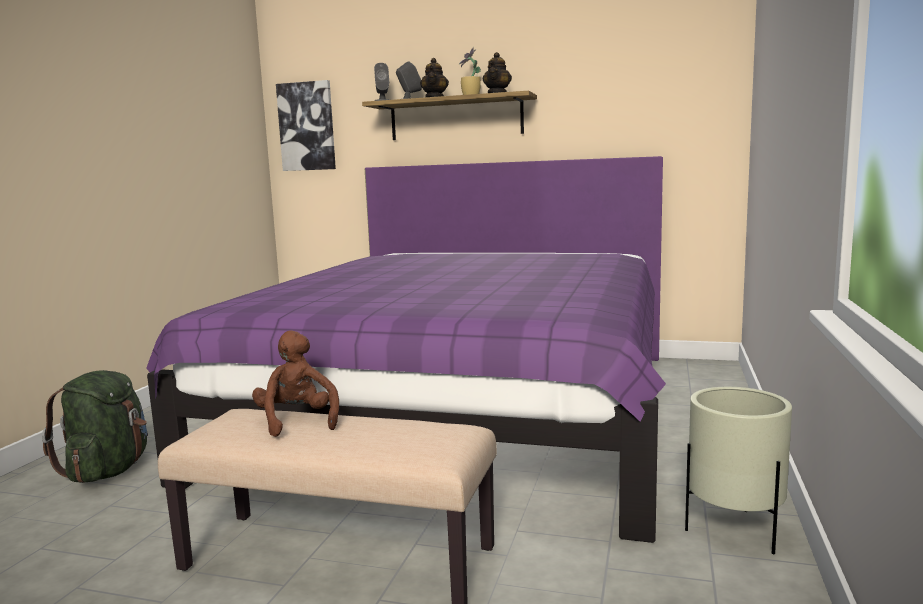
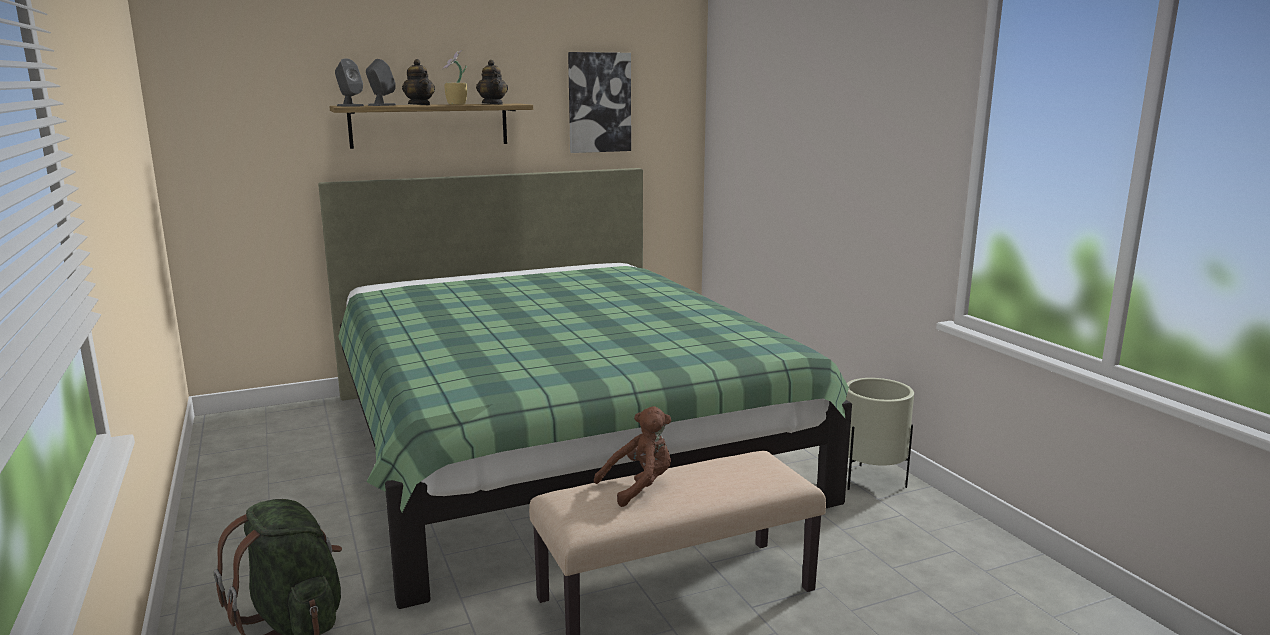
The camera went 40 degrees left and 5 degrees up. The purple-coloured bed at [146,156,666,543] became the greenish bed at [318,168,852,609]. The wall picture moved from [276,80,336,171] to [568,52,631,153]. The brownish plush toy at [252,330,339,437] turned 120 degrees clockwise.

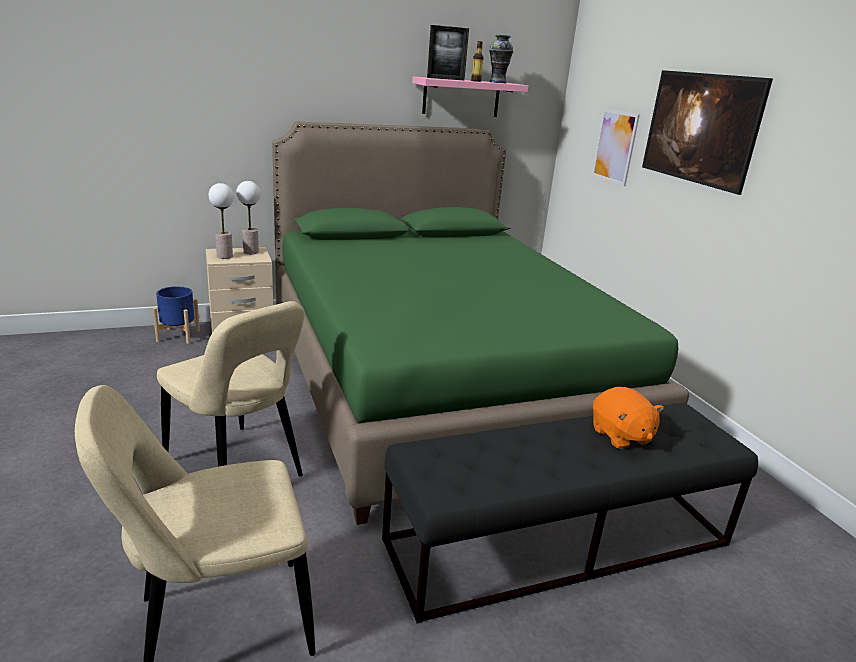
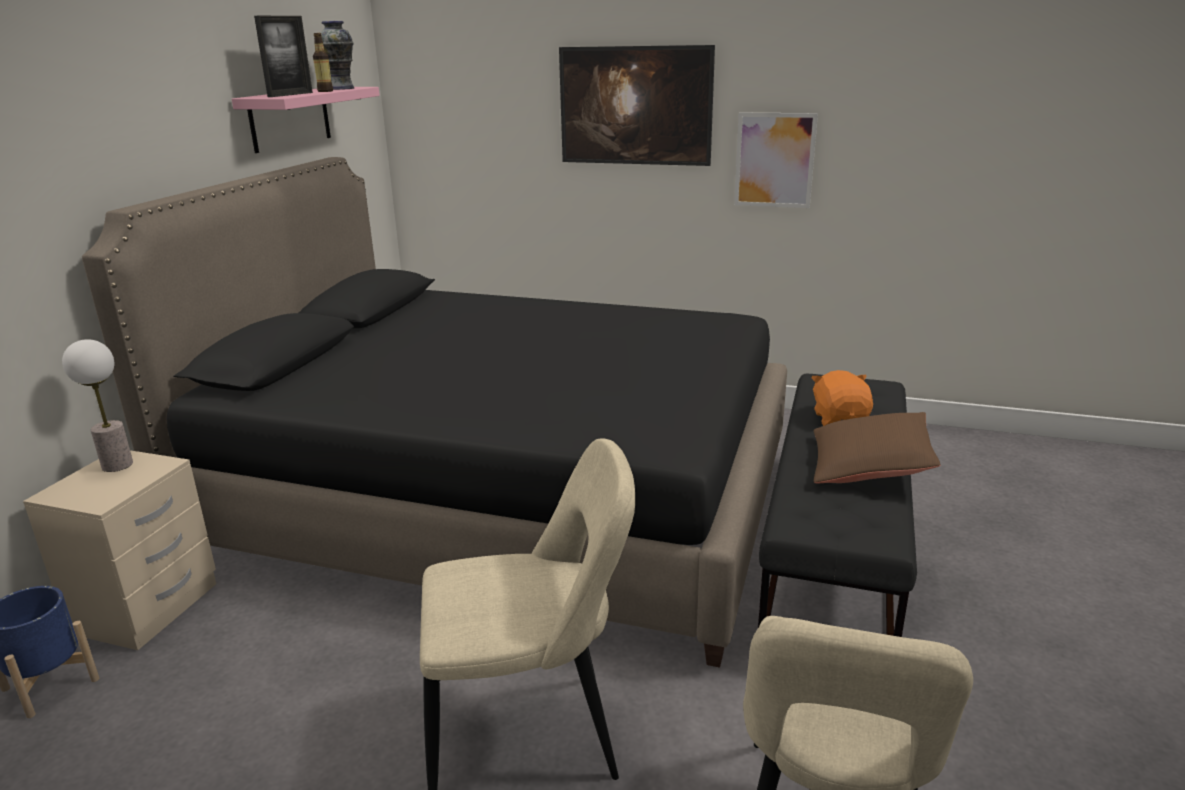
The camera went 50 degrees left and 0 degrees up. The greenish bed at [272,122,689,525] became the black bed at [82,157,787,667]. The wall picture moved from [592,108,640,186] to [734,113,818,208]. The orange plush toy at [593,387,664,449] turned 105 degrees counterclockwise. The brownish pillow at [813,412,941,483] appeared. The tabletop lamp at [209,183,234,259] disappeared.

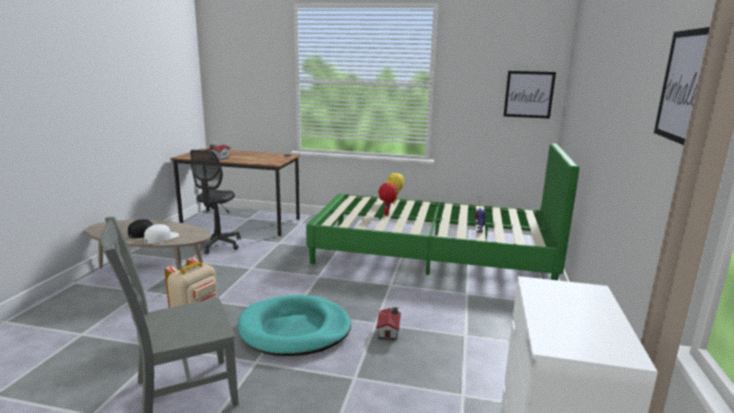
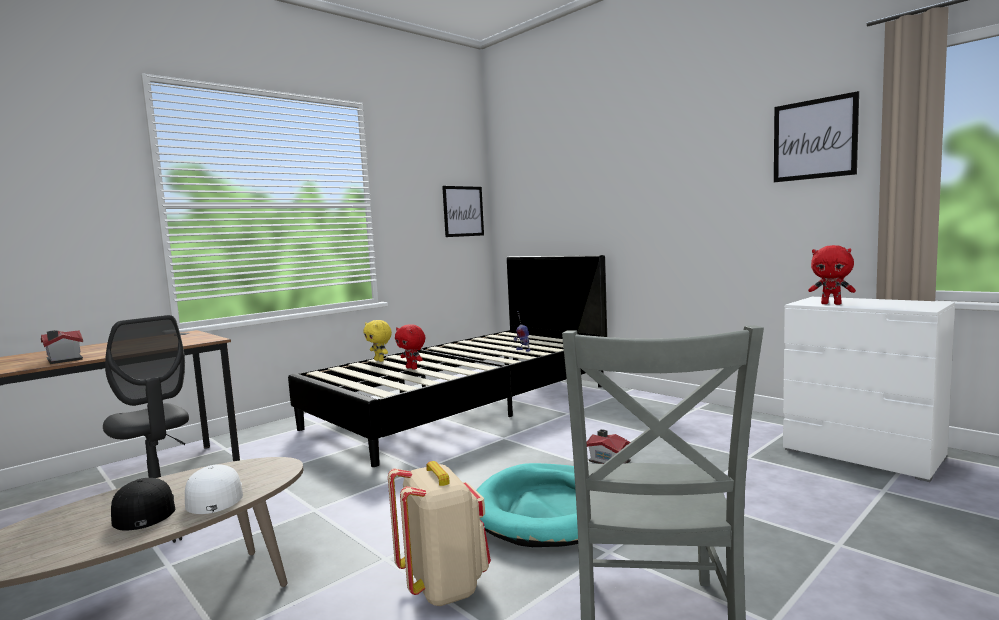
The camera went 55 degrees left and 10 degrees down. The greenish bed at [306,143,579,280] became the black bed at [288,255,607,467]. The red plush toy at [808,245,856,305] appeared.

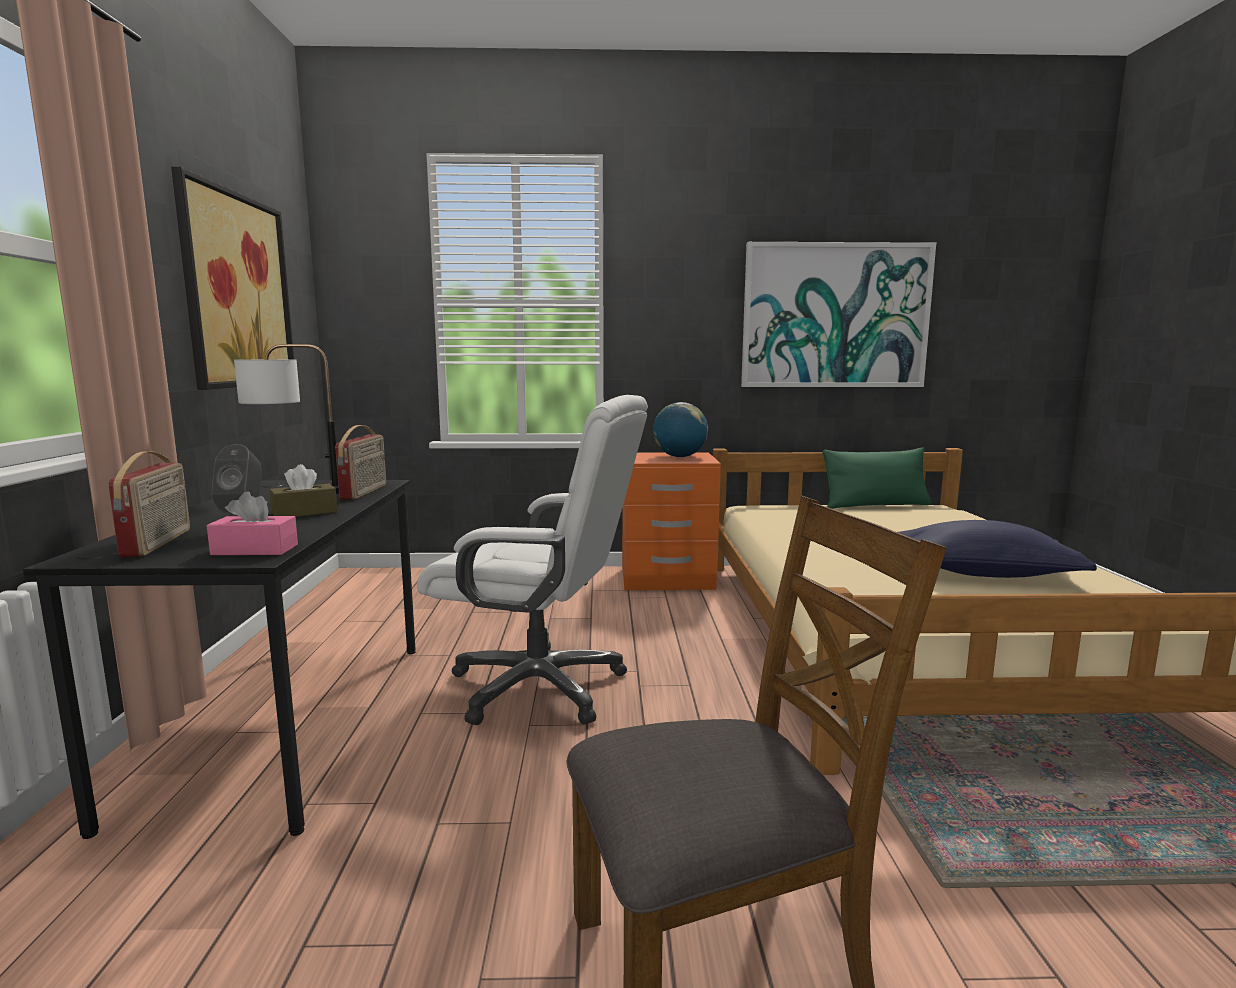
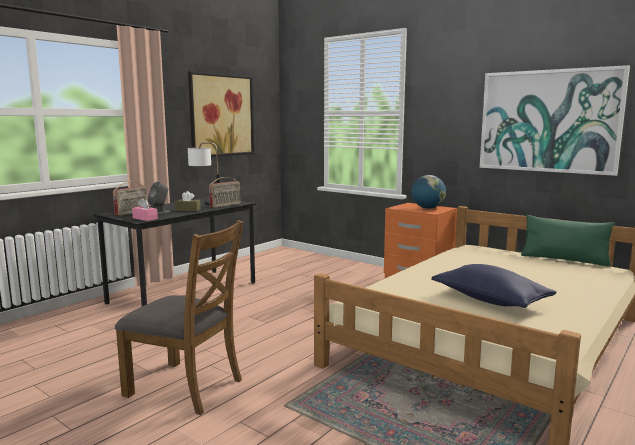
The camera went 40 degrees right and 0 degrees up. The white-coloured office chair at [417,395,648,725] disappeared.

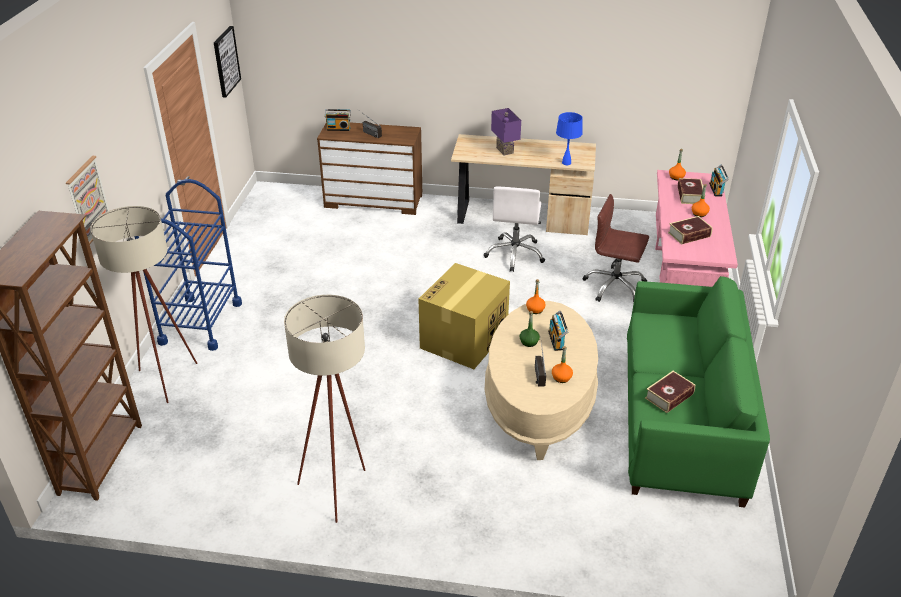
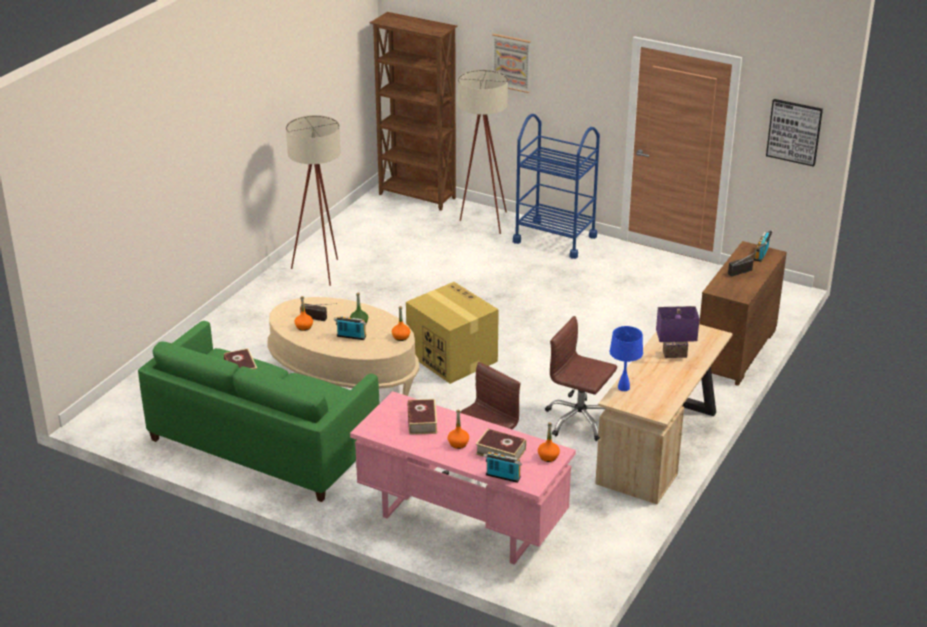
The camera went 110 degrees right and 5 degrees down. The white-coloured office chair at [484,187,545,272] became the brownish office chair at [545,316,617,441].

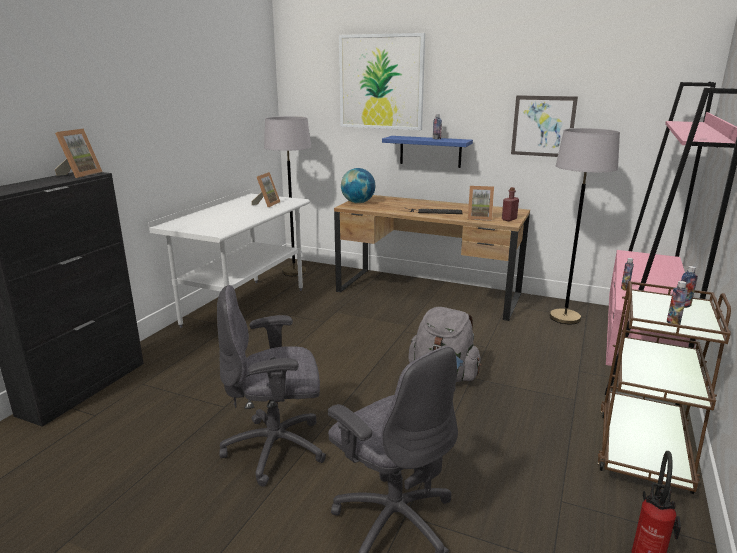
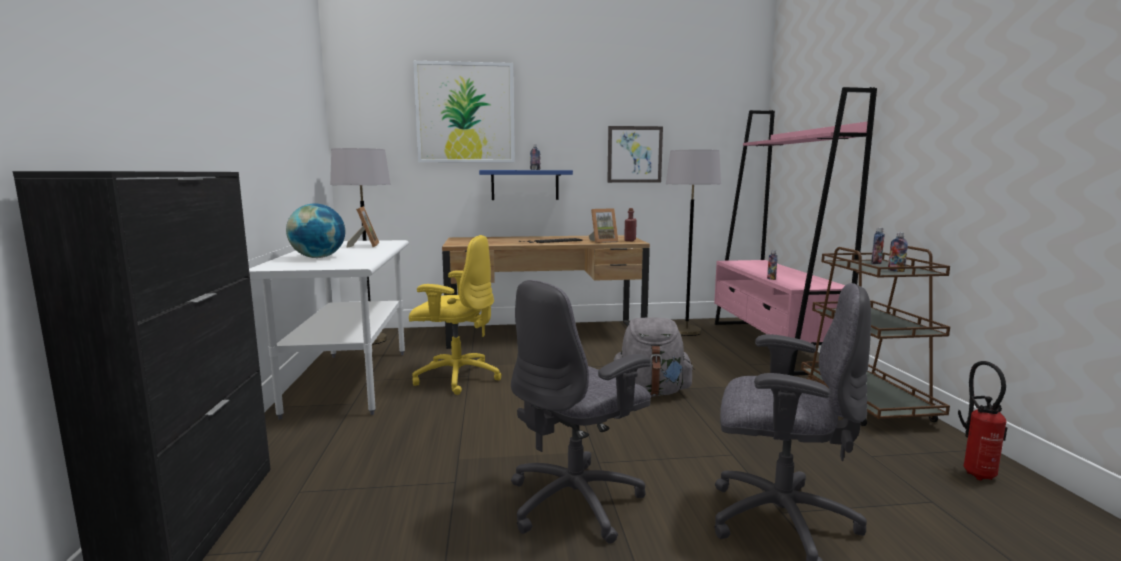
The camera went 30 degrees left and 10 degrees down. The world globe moved from [341,168,375,203] to [286,204,345,258]. The yellow-coloured office chair at [409,235,502,395] appeared. The standing frame at [55,129,103,178] disappeared.

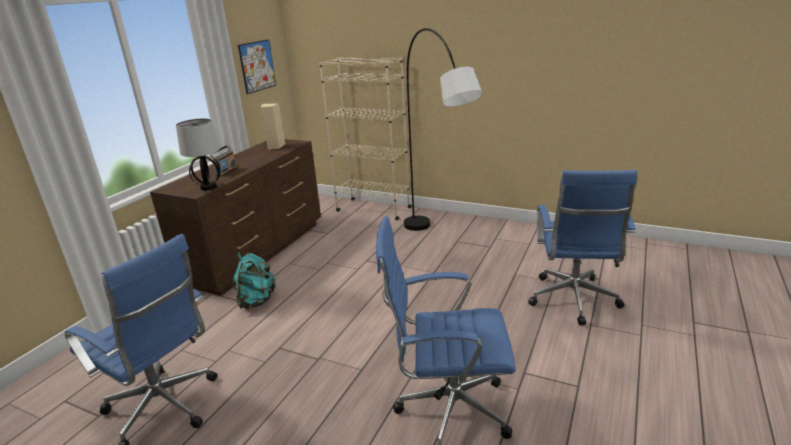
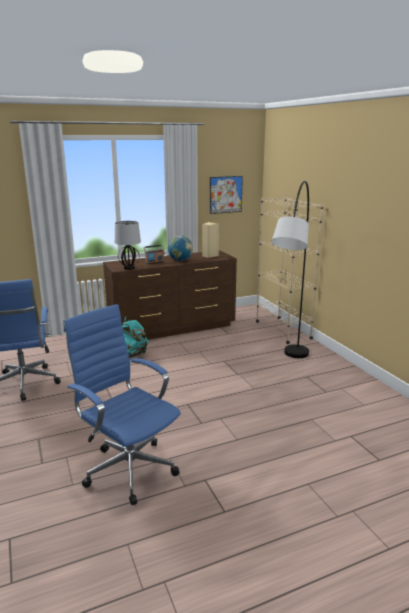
The camera went 40 degrees right and 5 degrees down. The world globe at [168,236,193,261] appeared. The blue office chair at [528,170,637,326] disappeared.

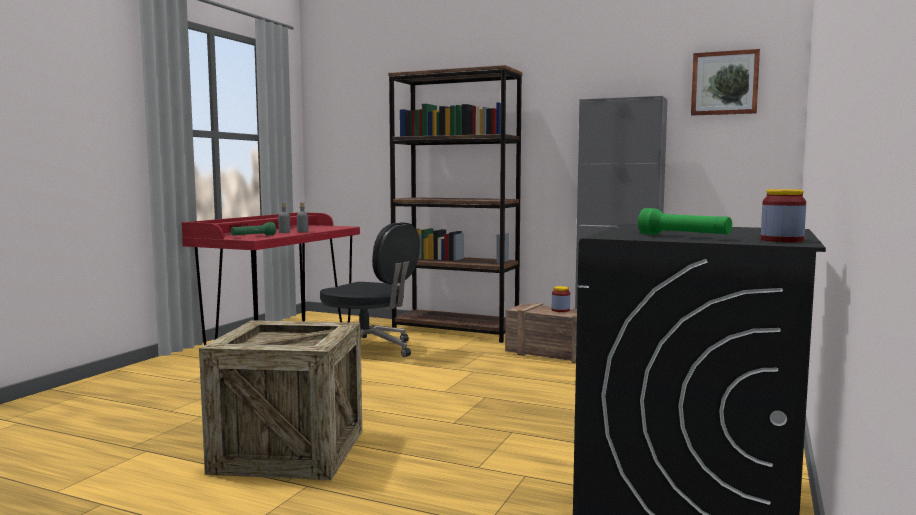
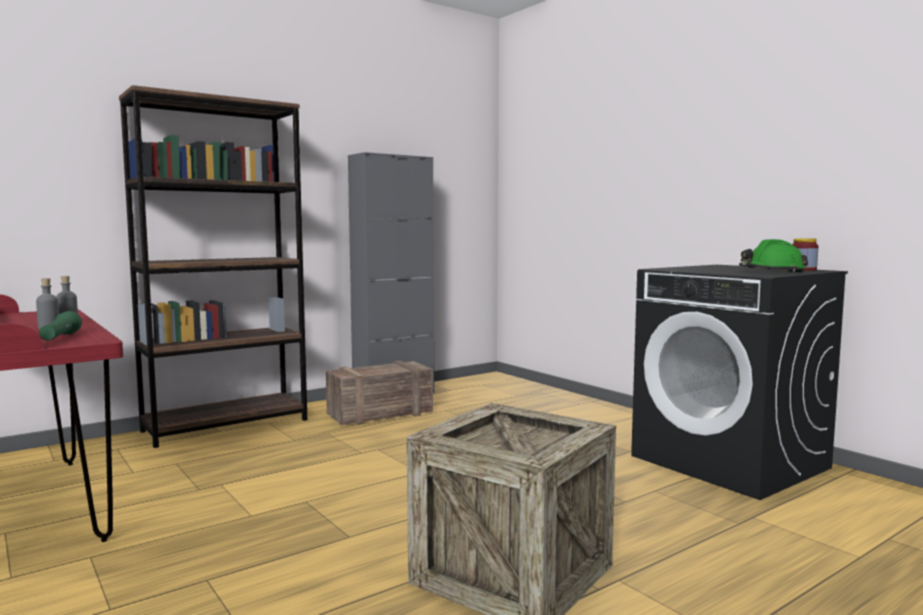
The camera went 60 degrees left and 0 degrees up. The greenish hand torch at [638,208,732,235] was replaced by the greenish hard hat at [739,239,808,272]. The black office chair at [320,222,420,357] disappeared. The storage jar at [552,286,570,312] disappeared. The wall picture at [691,49,760,116] disappeared.

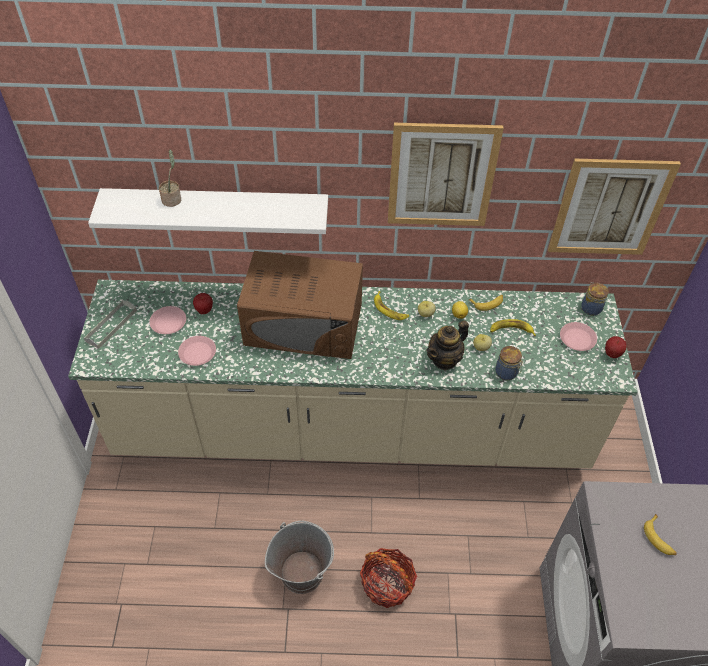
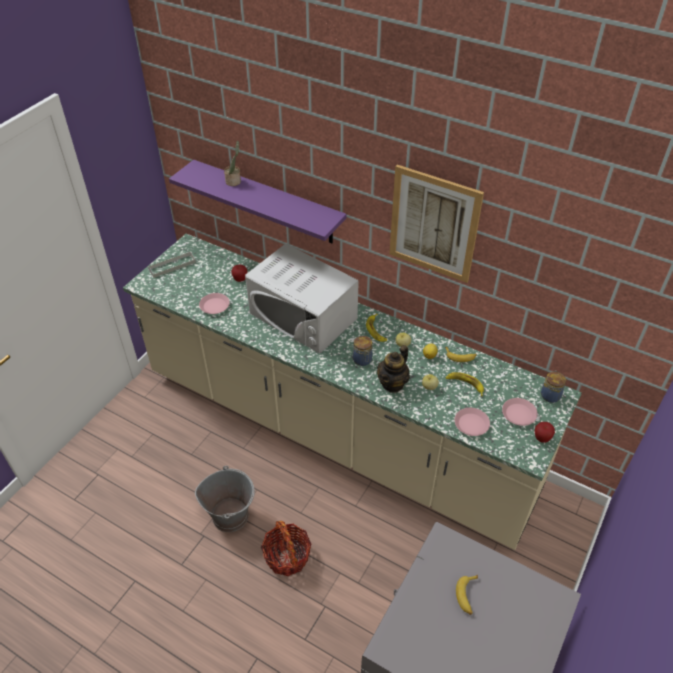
The camera went 30 degrees right and 5 degrees down. The white-coloured shelf at [88,188,328,234] became the purple-coloured shelf at [169,160,347,243]. The brownish microwave oven at [237,251,363,359] became the white-coloured microwave oven at [245,243,359,354]. The storage jar moved from [495,346,523,380] to [353,336,372,366]. The pot for tea at [426,320,469,370] turned 45 degrees counterclockwise. The pink-coloured dinner plate moved from [149,306,186,334] to [455,408,490,436]. The wall picture at [548,159,681,255] disappeared.

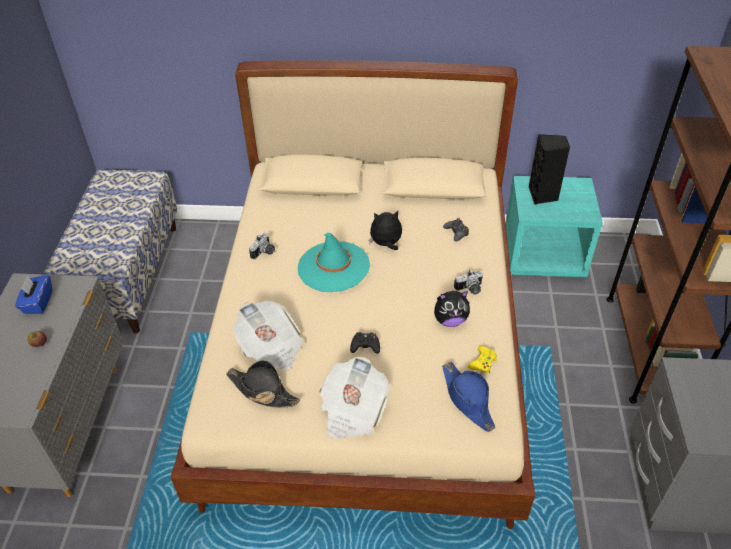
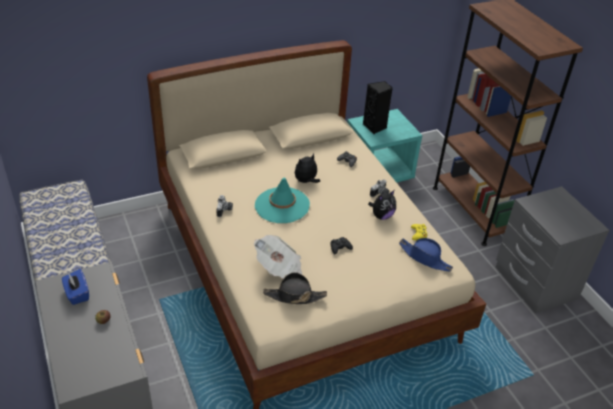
The camera went 30 degrees left and 5 degrees down. The printed paper at [319,357,390,439] disappeared.

